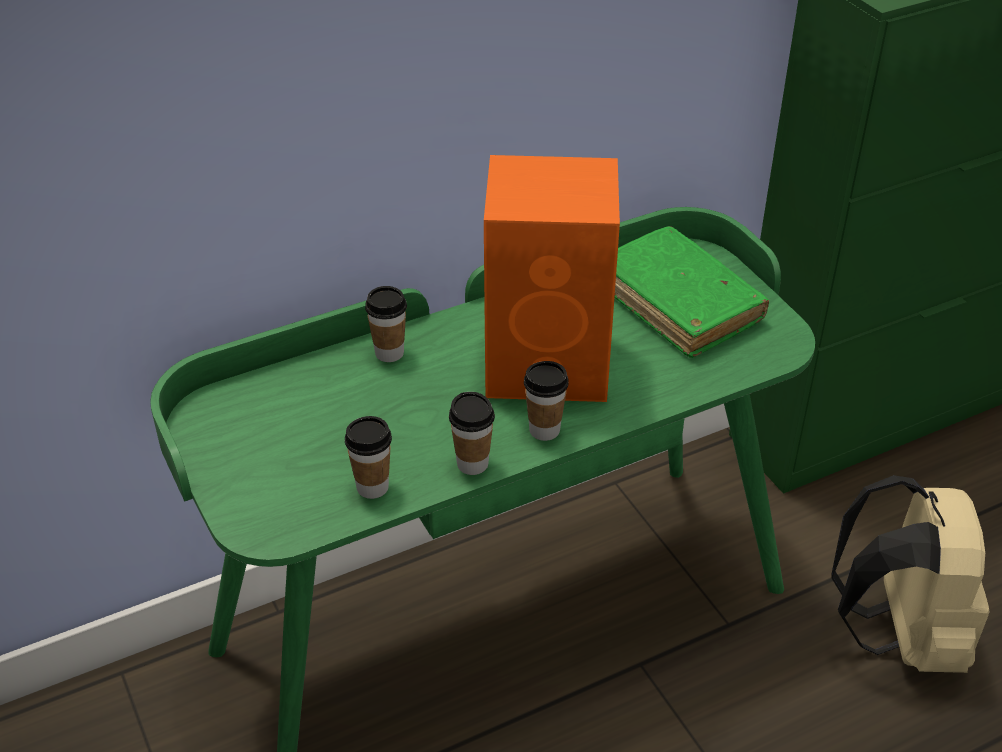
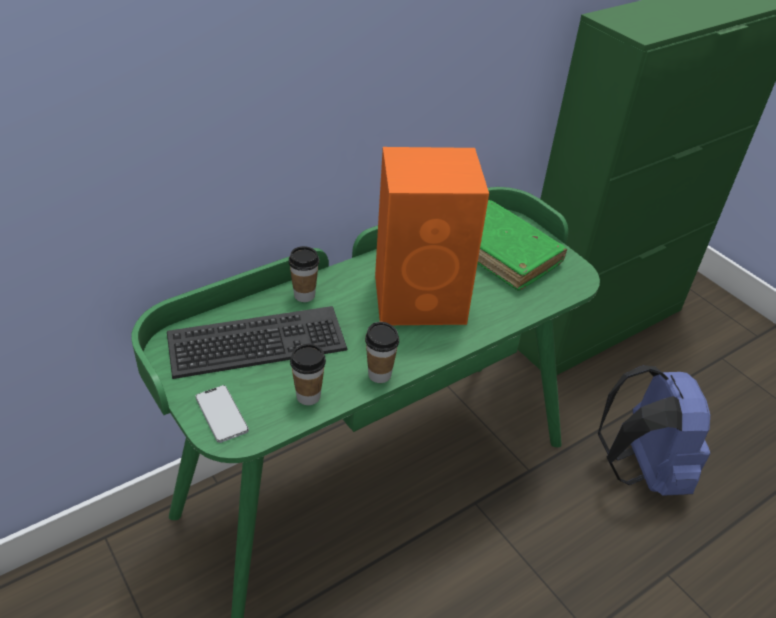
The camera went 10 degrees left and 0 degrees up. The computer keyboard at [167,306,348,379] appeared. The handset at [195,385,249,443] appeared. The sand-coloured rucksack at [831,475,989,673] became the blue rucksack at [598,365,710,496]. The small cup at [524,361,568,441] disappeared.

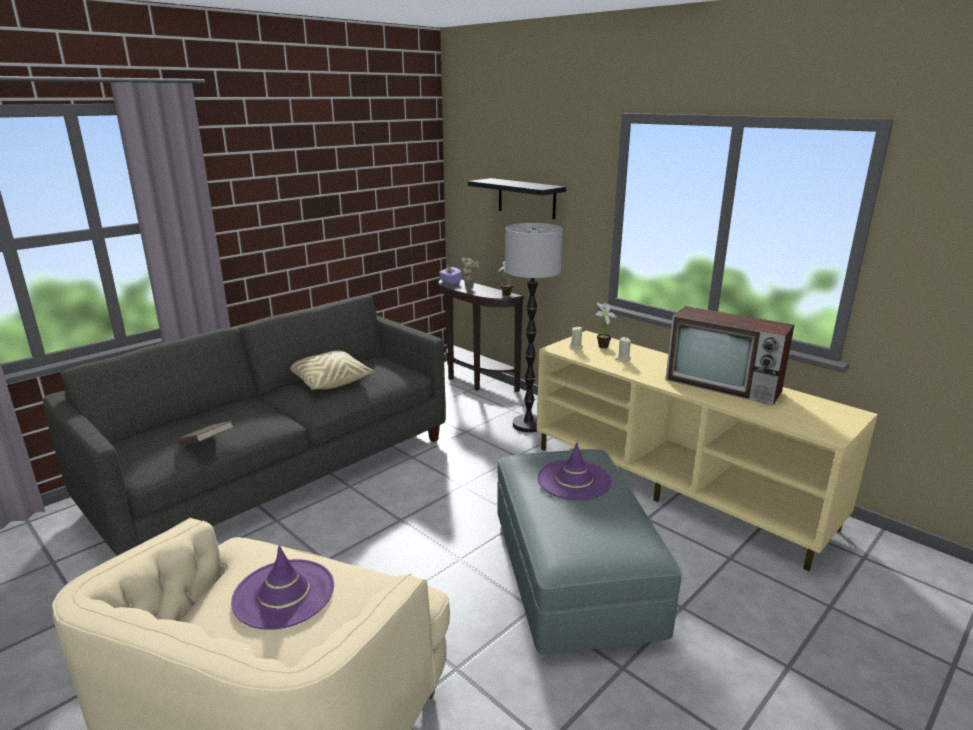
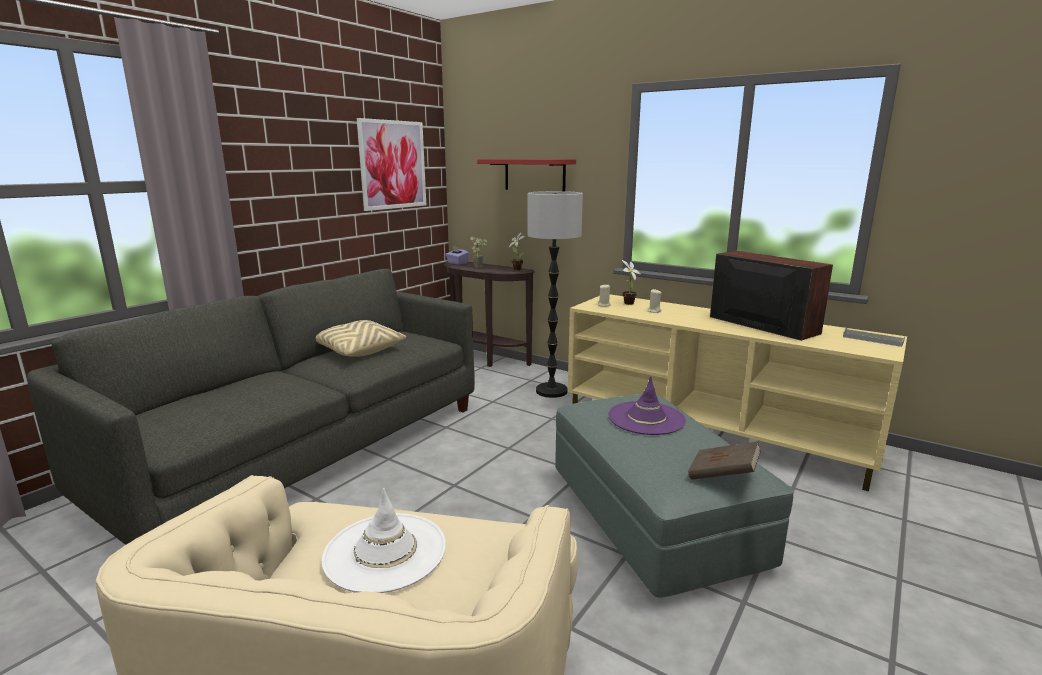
The camera went 10 degrees left and 5 degrees down. The purple-coloured wearable hat at [231,545,334,630] became the white-coloured wearable hat at [322,488,446,593]. The wall picture at [357,118,426,211] appeared. The black shelf at [468,178,566,219] became the red shelf at [477,159,576,191]. The brownish volume moved from [178,421,234,445] to [688,441,761,480]. The television at [666,306,794,405] turned 150 degrees counterclockwise. The gray serving tray at [843,327,905,347] appeared.

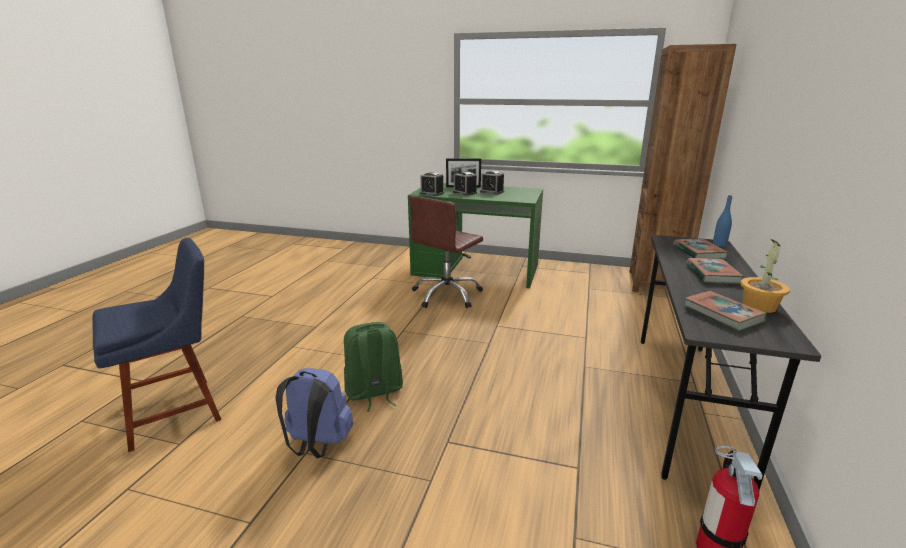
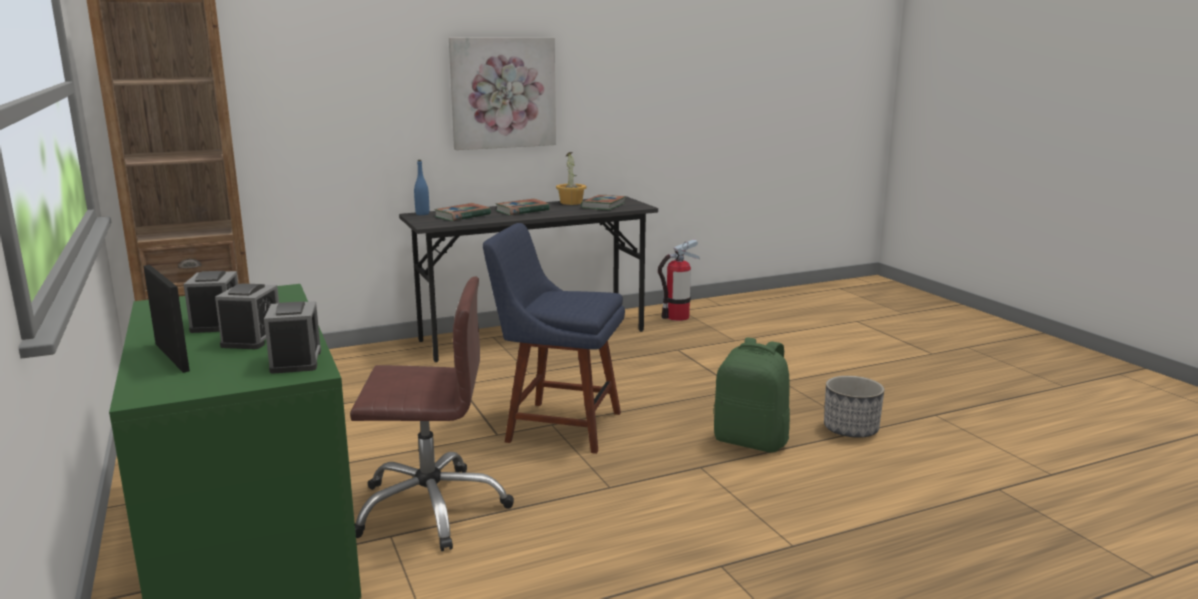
The camera went 130 degrees left and 5 degrees down. The wall picture at [449,38,556,150] appeared. The blue plain chair moved from [92,238,221,452] to [483,223,625,454]. The blue rucksack at [275,368,353,458] was replaced by the planter at [824,376,884,438].

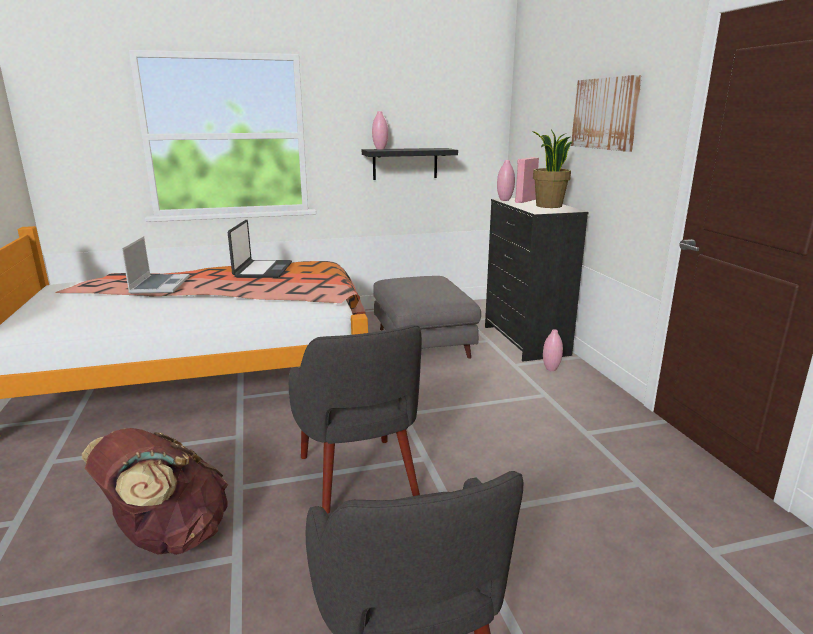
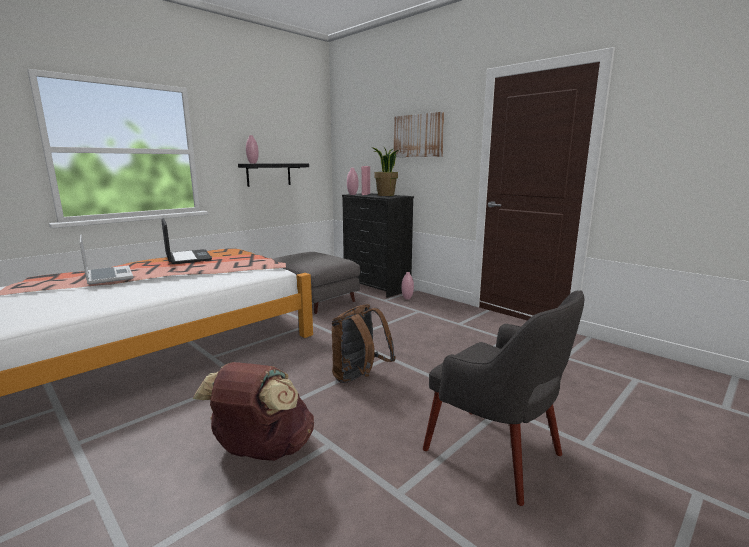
The camera went 30 degrees left and 5 degrees down. The gray easy chair at [289,325,422,514] was replaced by the brownish rucksack at [332,304,396,383].

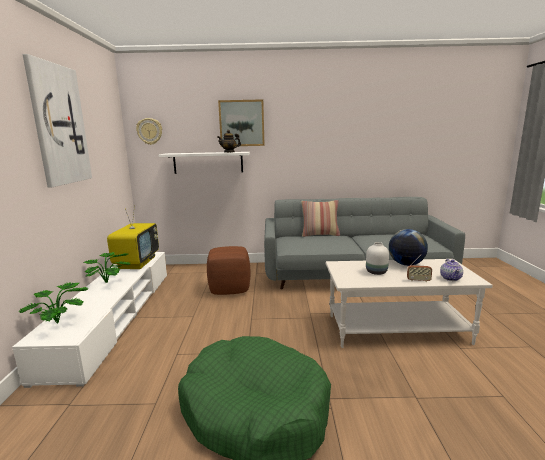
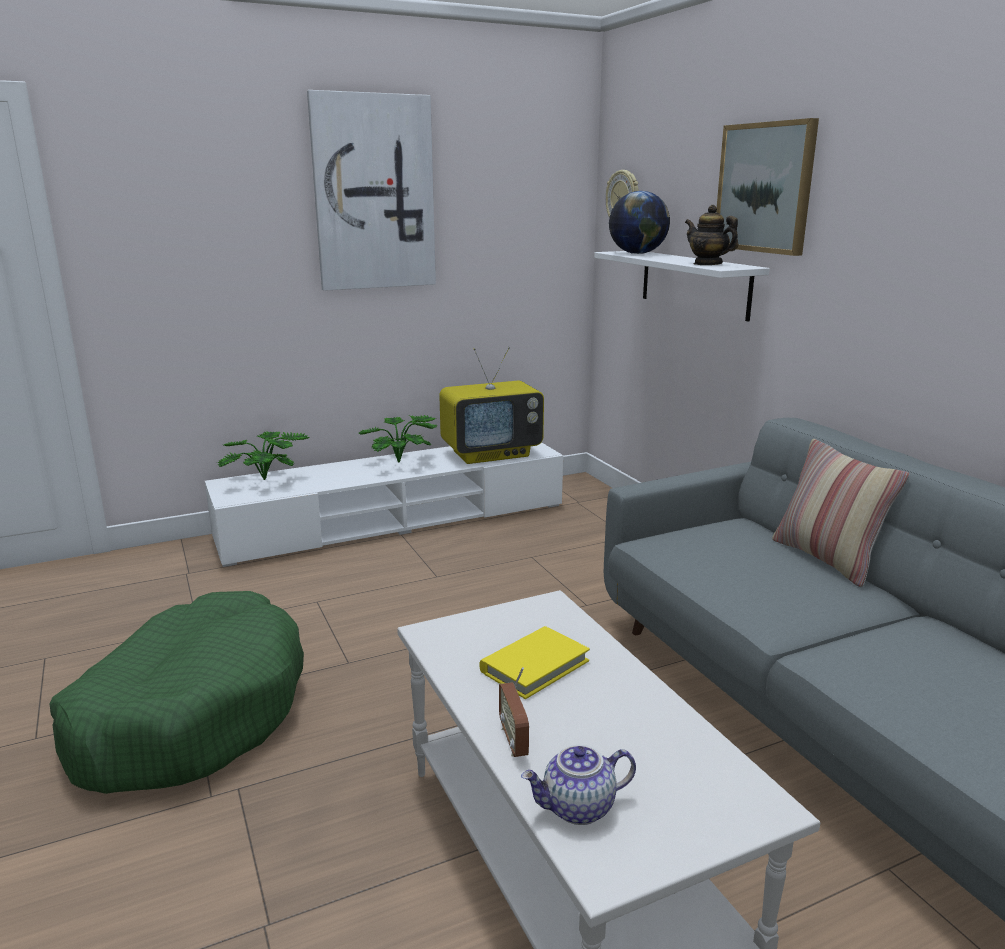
The camera went 65 degrees right and 5 degrees up. The white-coloured vase at [366,242,389,275] was replaced by the yellow-coloured volume at [479,626,590,699]. The world globe moved from [389,229,428,266] to [609,191,670,254]. The brownish ottoman at [207,246,250,295] disappeared.

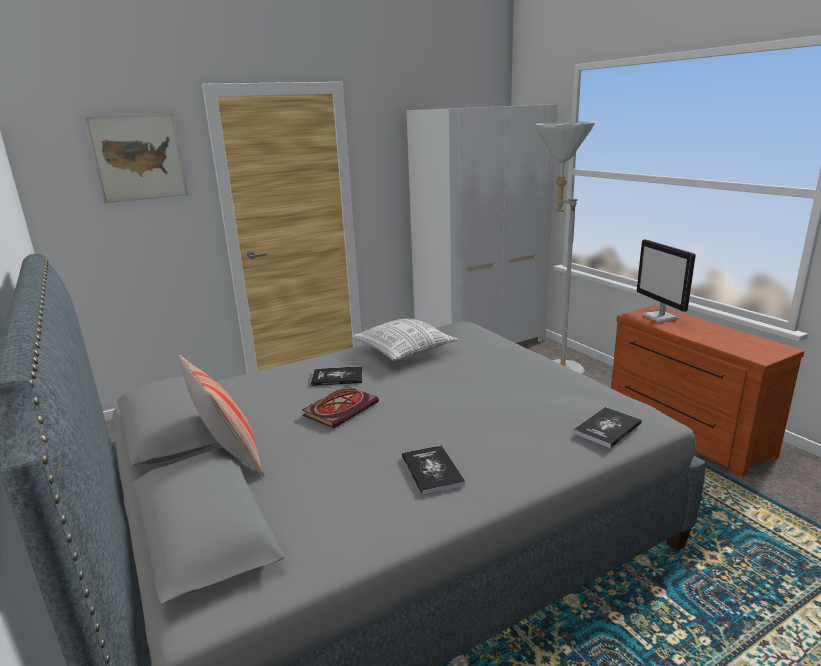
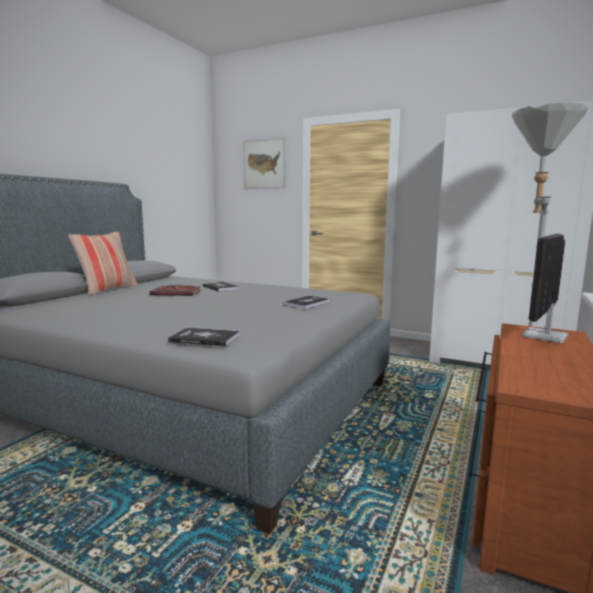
The camera went 55 degrees right and 10 degrees down. The volume moved from [402,445,465,496] to [283,296,331,309]. The pillow at [352,319,458,361] disappeared.

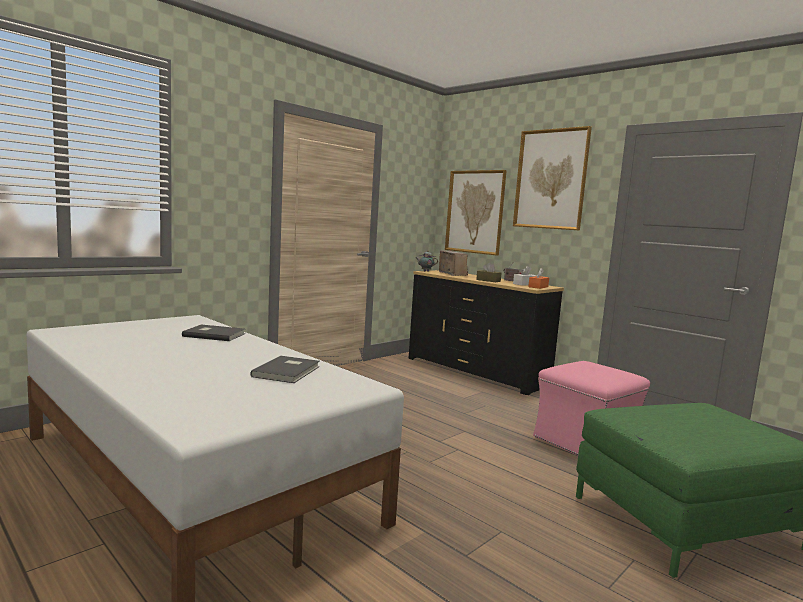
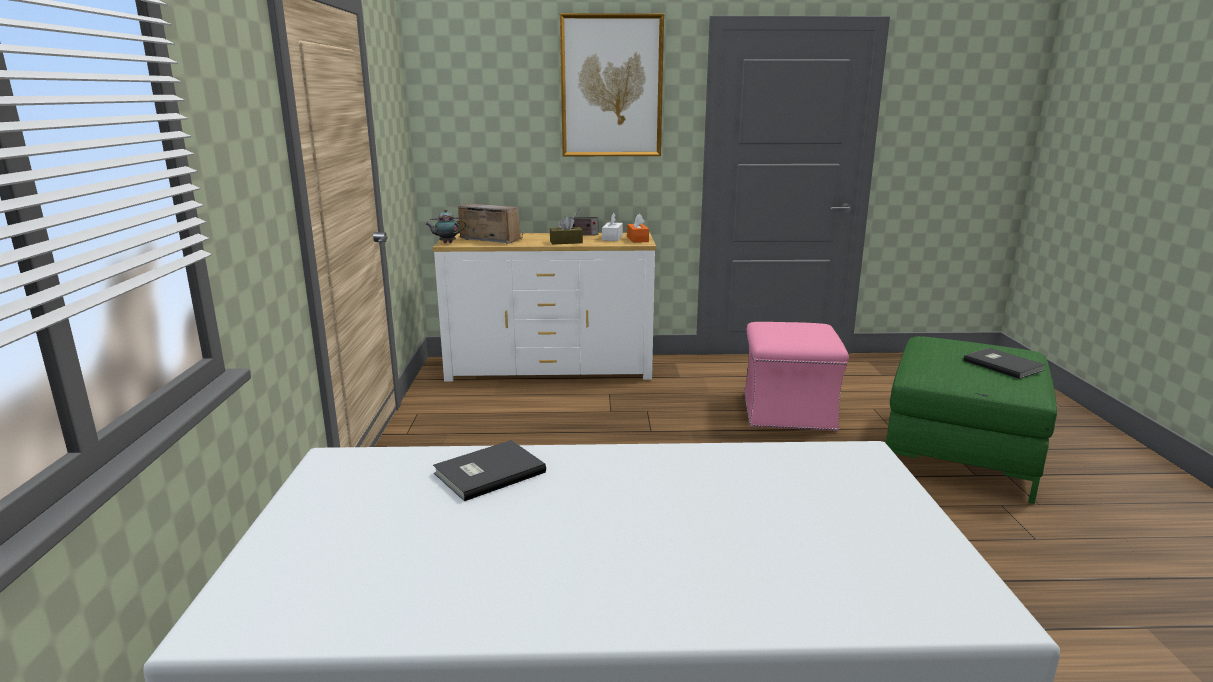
The camera went 45 degrees left and 10 degrees up. The black dresser at [408,270,564,395] became the white-coloured dresser at [433,233,656,382]. The gray volume moved from [250,356,320,383] to [964,348,1045,379]. The wall picture at [445,170,507,256] disappeared.

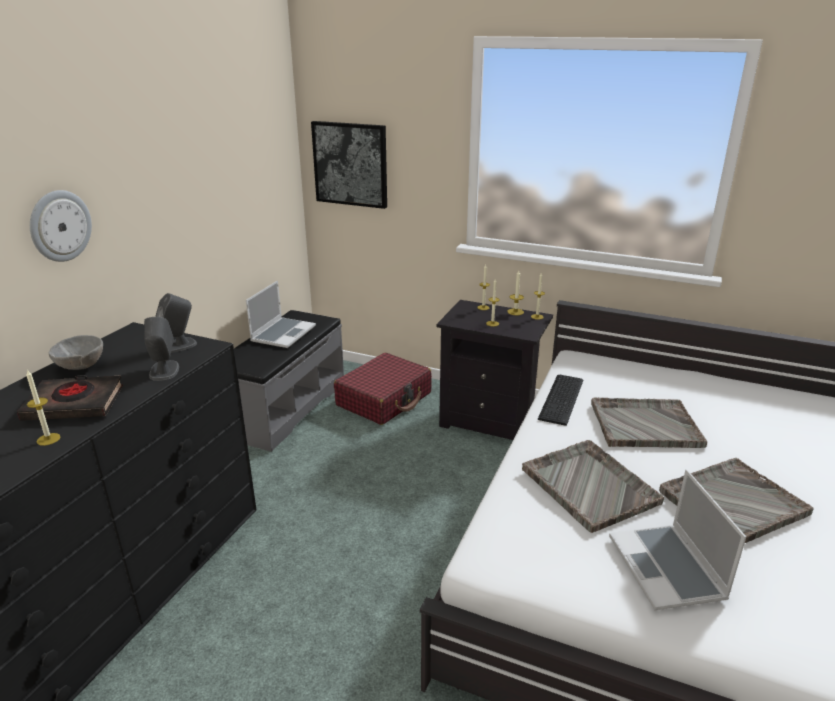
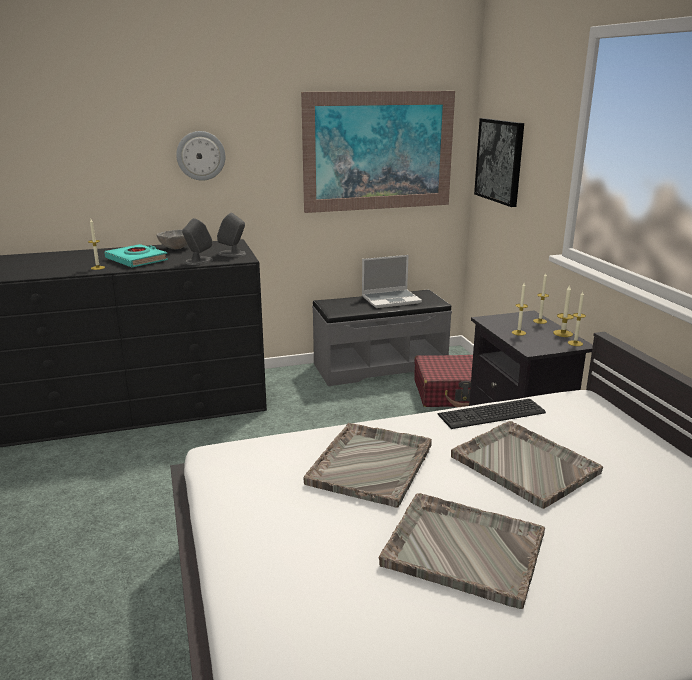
The camera went 50 degrees right and 5 degrees down. The black volume at [17,375,123,421] became the turquoise-coloured volume at [104,244,168,267]. The wall picture at [301,91,455,213] appeared. The laptop at [609,469,746,610] disappeared.

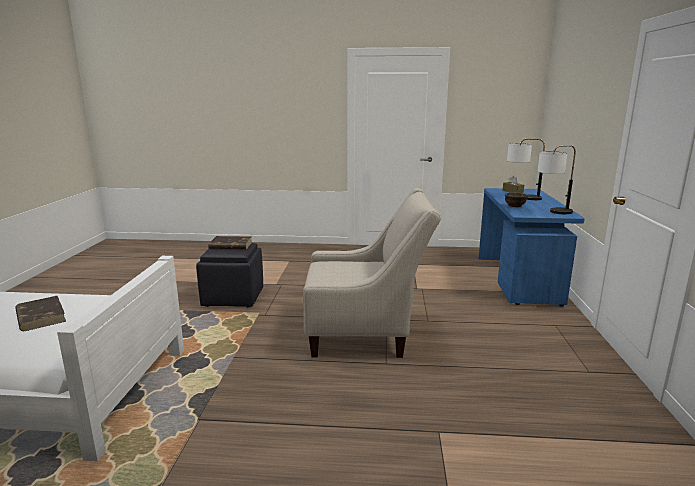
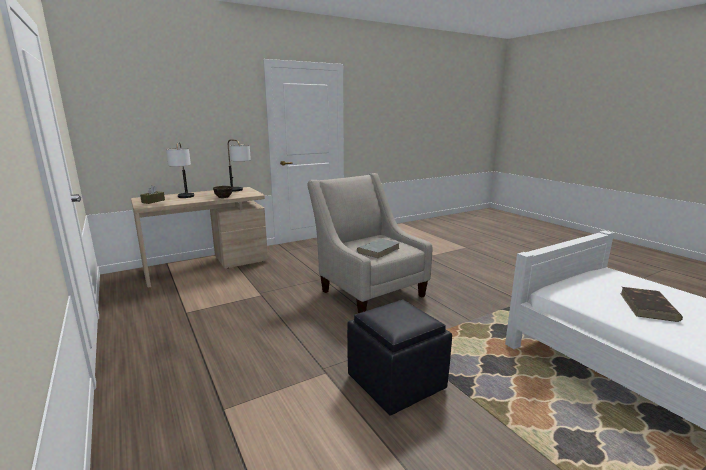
The camera went 125 degrees left and 0 degrees up. The blue desk unit at [478,188,585,306] became the sand-coloured desk unit at [131,187,268,287]. The gray volume at [357,238,400,258] appeared. The brownish volume at [208,236,252,249] disappeared.

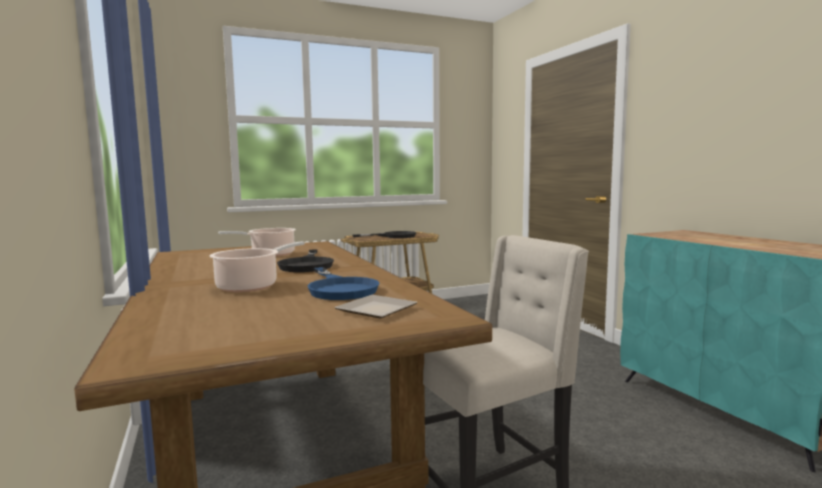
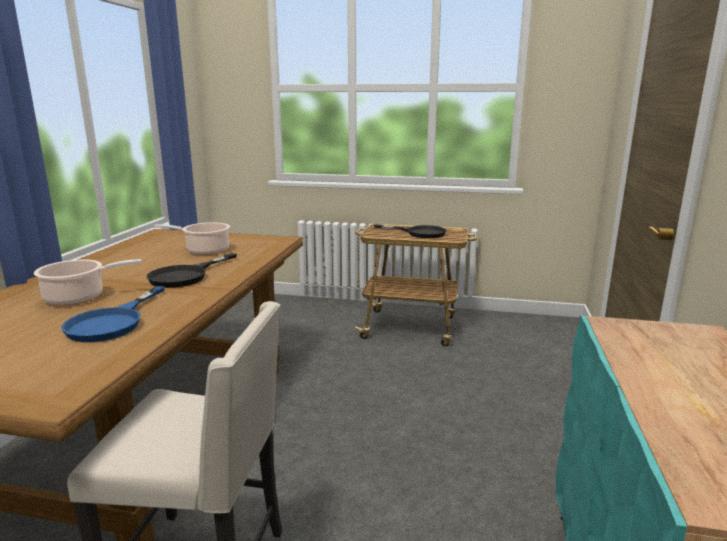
The camera went 35 degrees right and 10 degrees up. The dinner plate at [334,295,418,319] disappeared.

